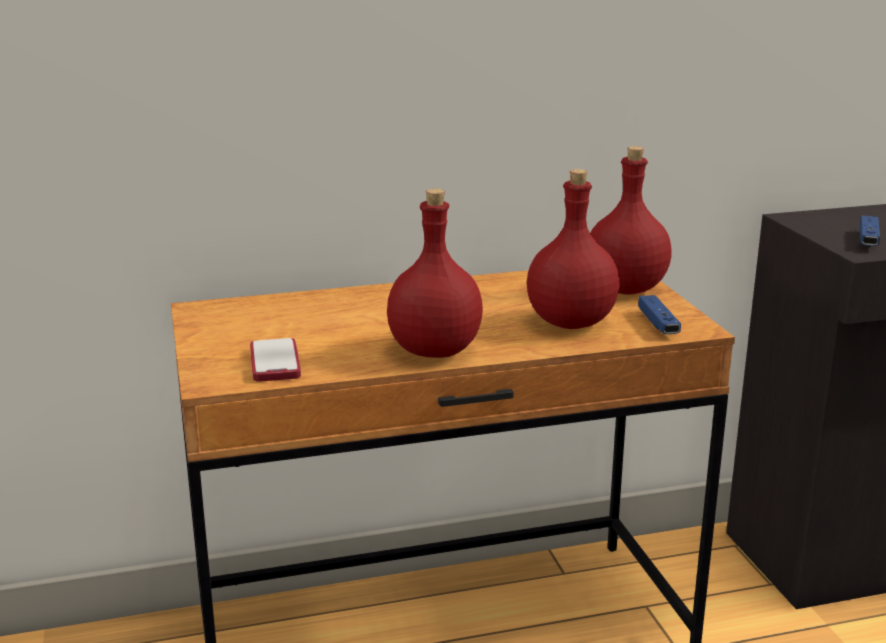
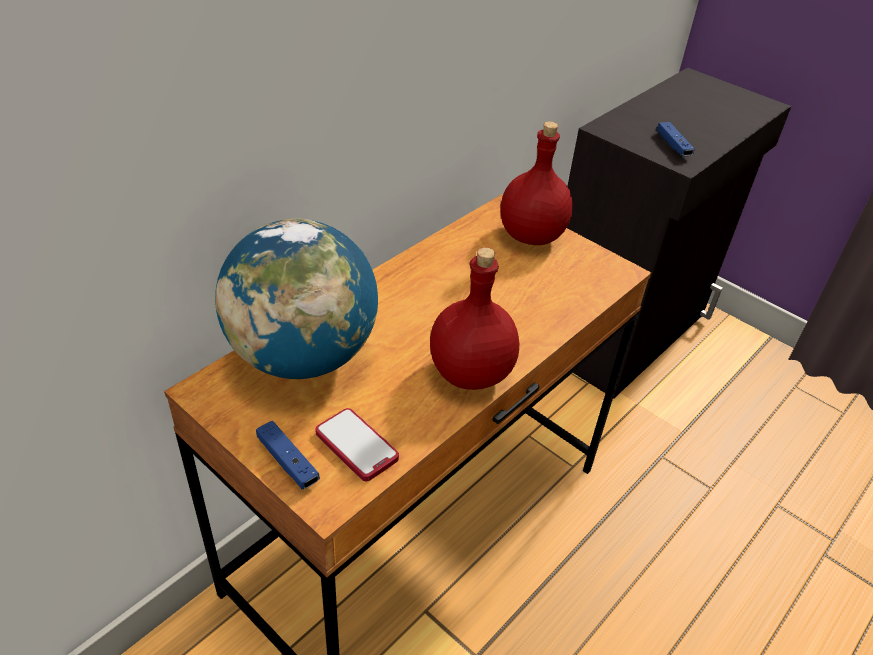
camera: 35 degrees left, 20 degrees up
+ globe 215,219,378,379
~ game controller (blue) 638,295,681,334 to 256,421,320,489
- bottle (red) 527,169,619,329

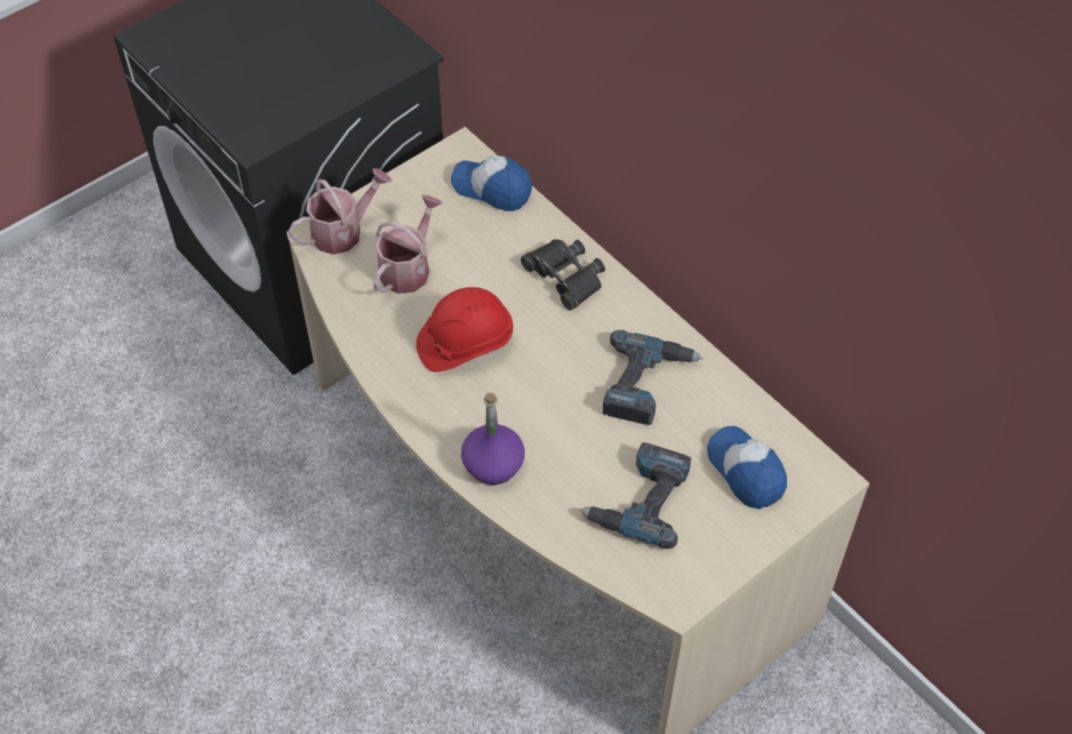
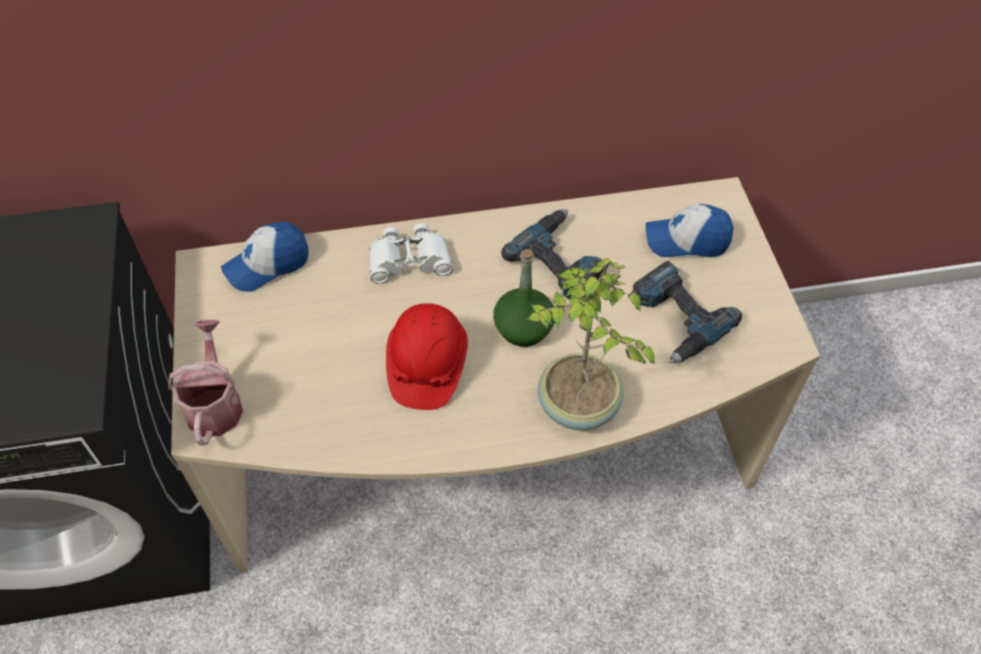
camera: 60 degrees left, 0 degrees up
~ binoculars (black) 521,239,605,311 to binoculars (white) 369,223,453,284
+ bottle (green) 493,249,554,347
~ bottle (purple) 461,393,525,485 to potted plant 526,258,655,430
- watering can 373,195,443,294

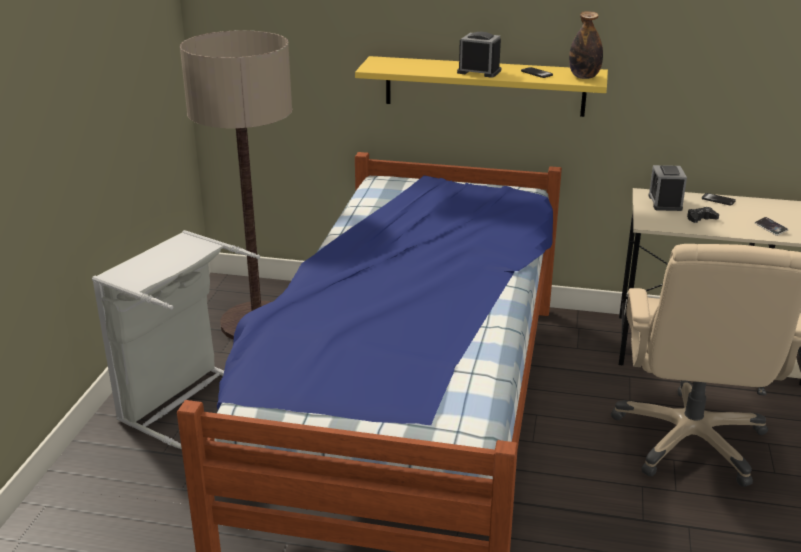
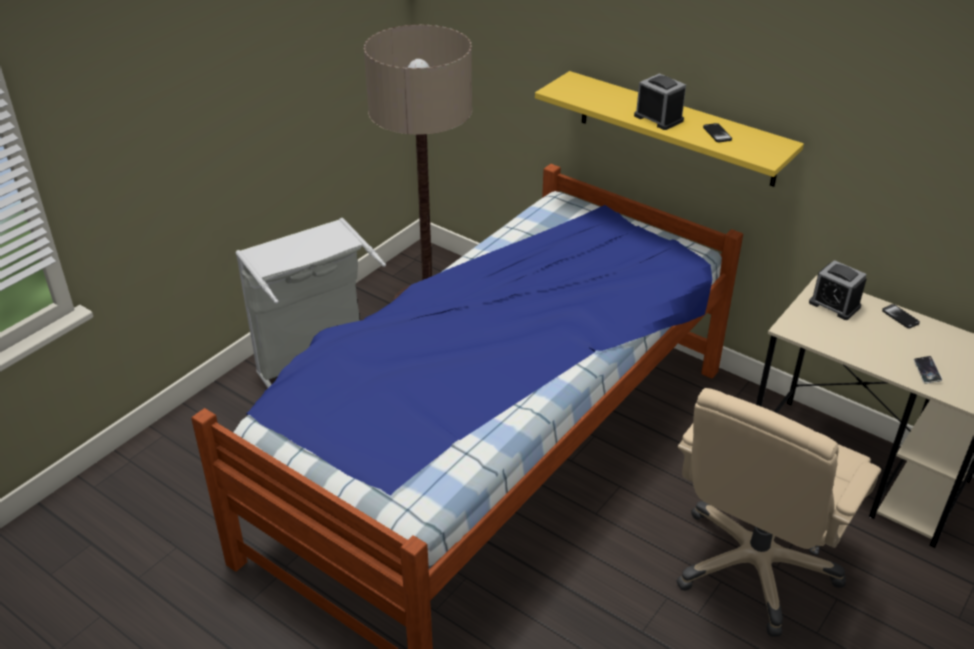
camera: 25 degrees right, 10 degrees up
~ alarm clock 648,165,687,211 = 809,260,867,320 75 degrees counterclockwise
- bottle 569,11,603,79
- game controller (black) 687,207,719,223

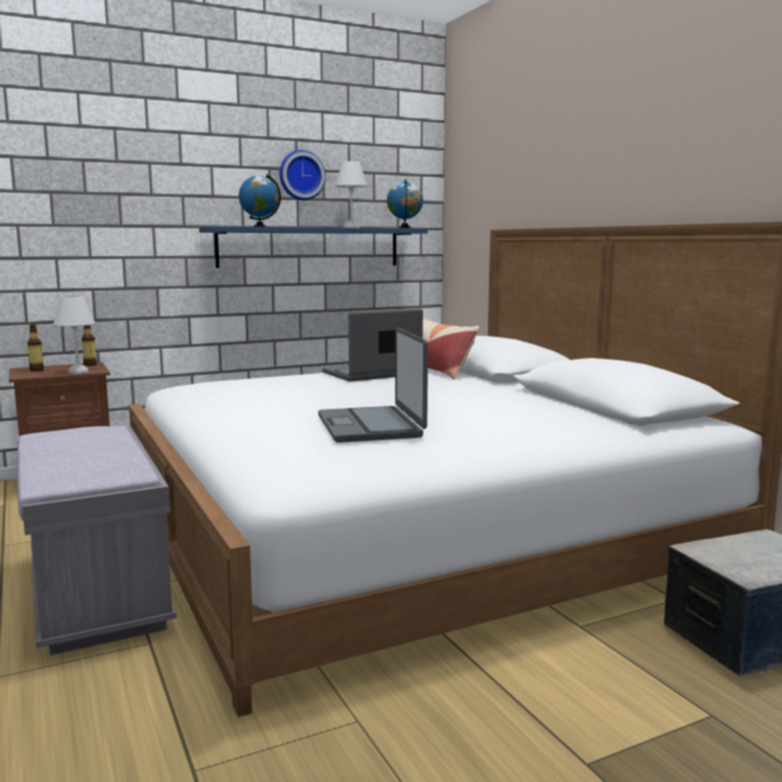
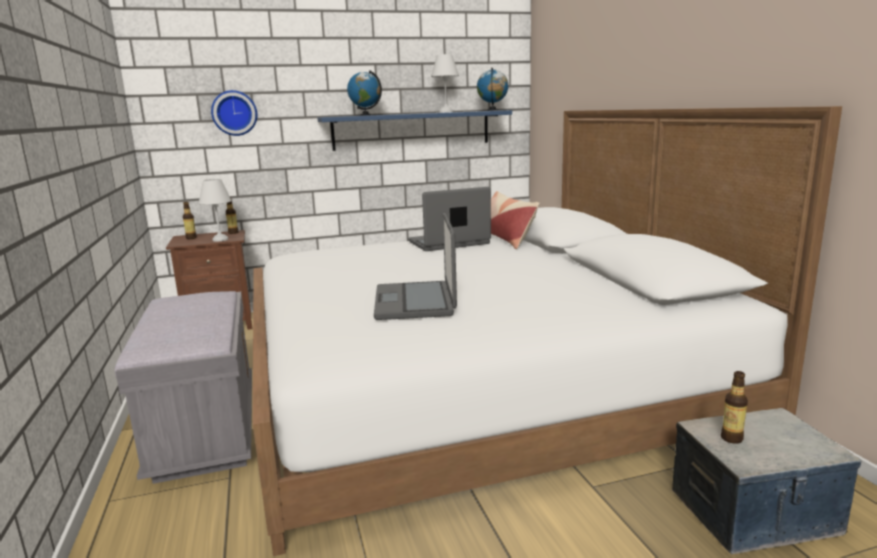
camera: 10 degrees right, 5 degrees up
~ wall clock 280,150,326,200 to 211,90,257,136
+ bottle 721,371,748,444

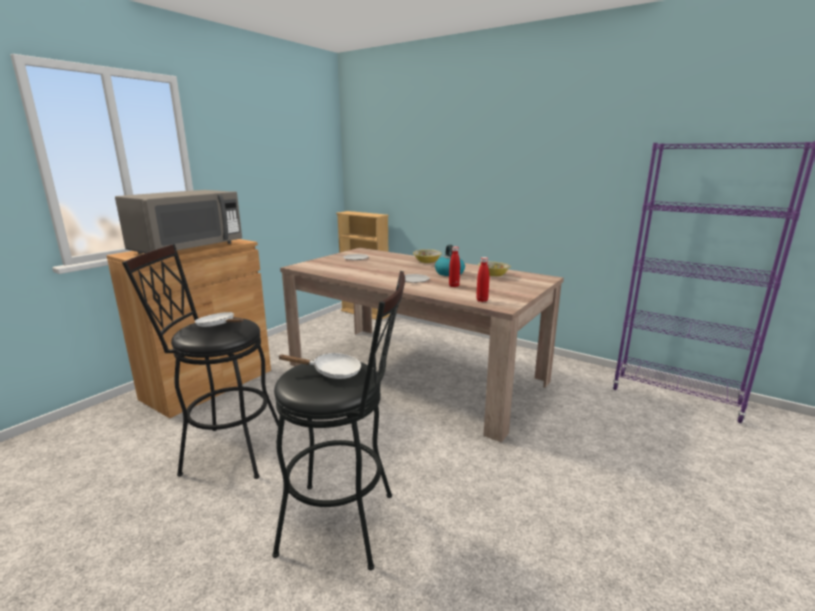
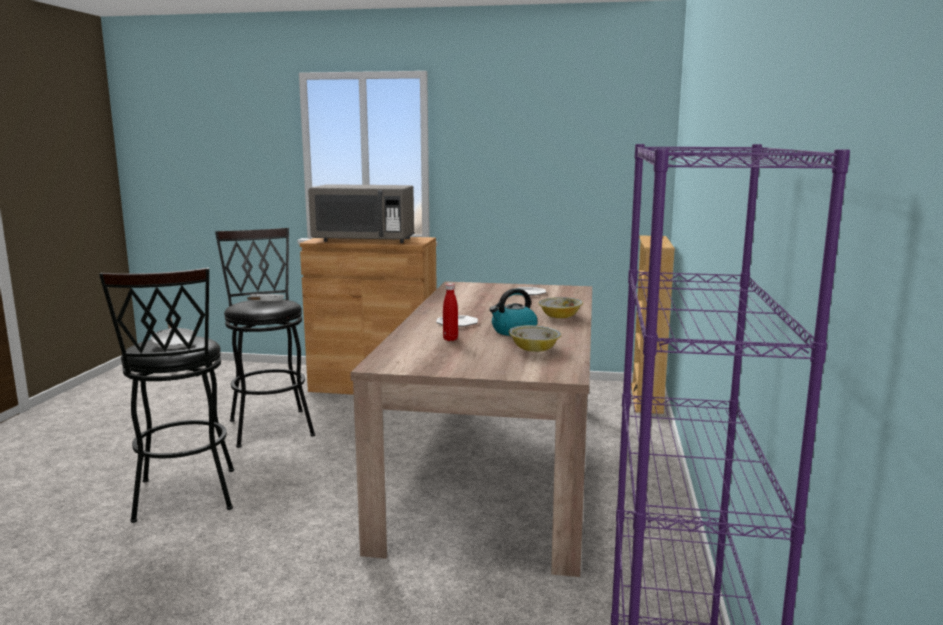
camera: 65 degrees right, 5 degrees down
- bottle (red) 476,257,489,302

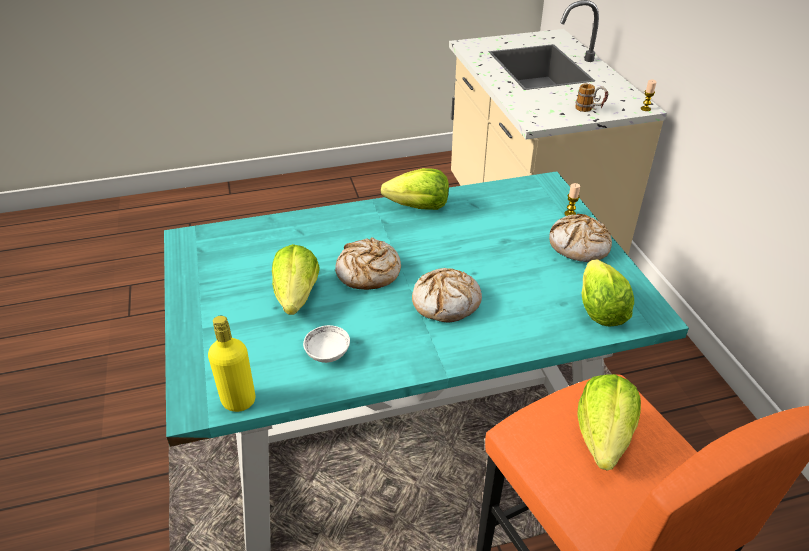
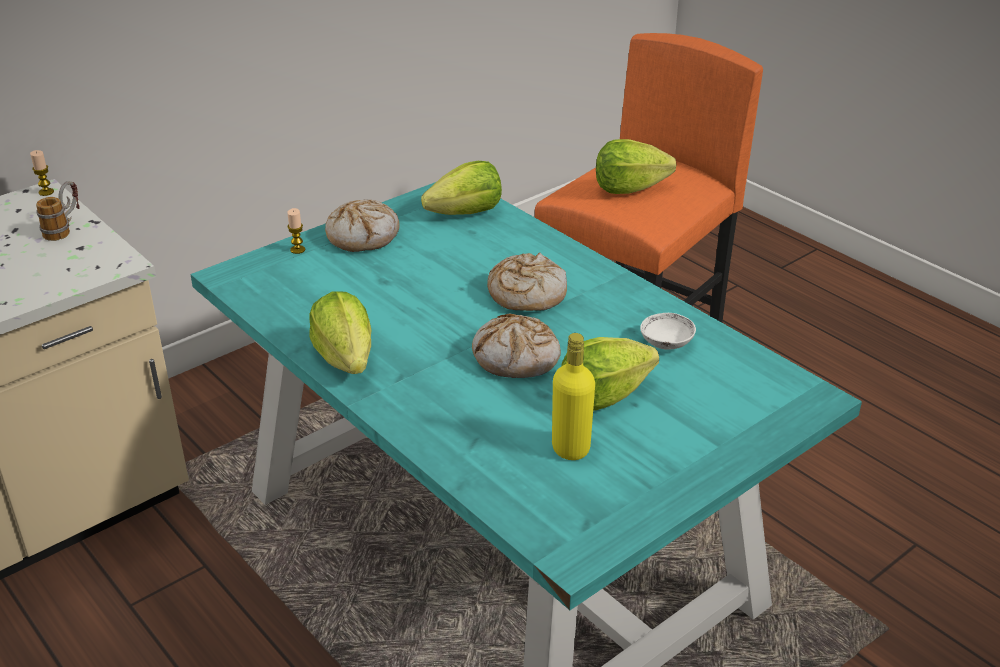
camera: 115 degrees left, 5 degrees down
~ bottle (yellow) 208,316,255,412 to 552,333,595,460

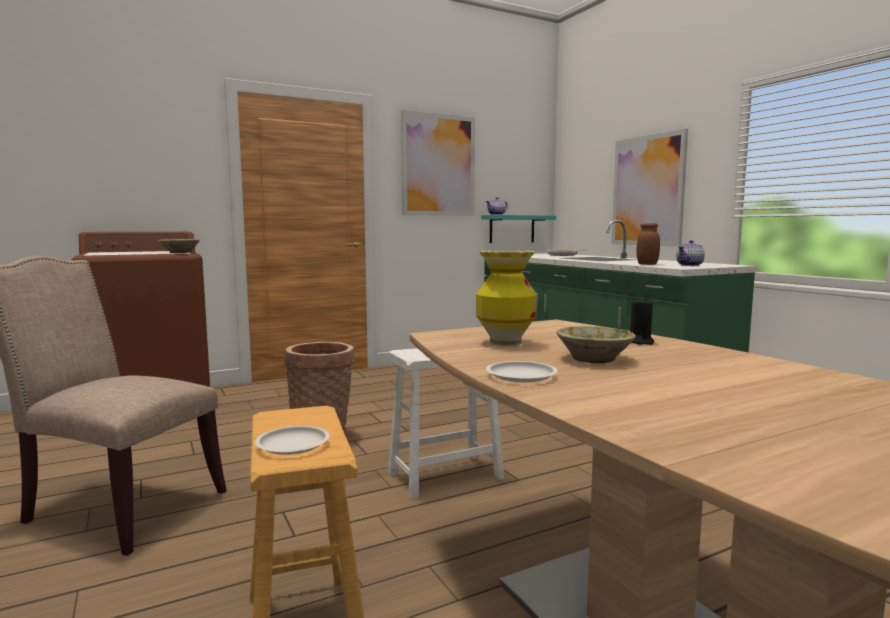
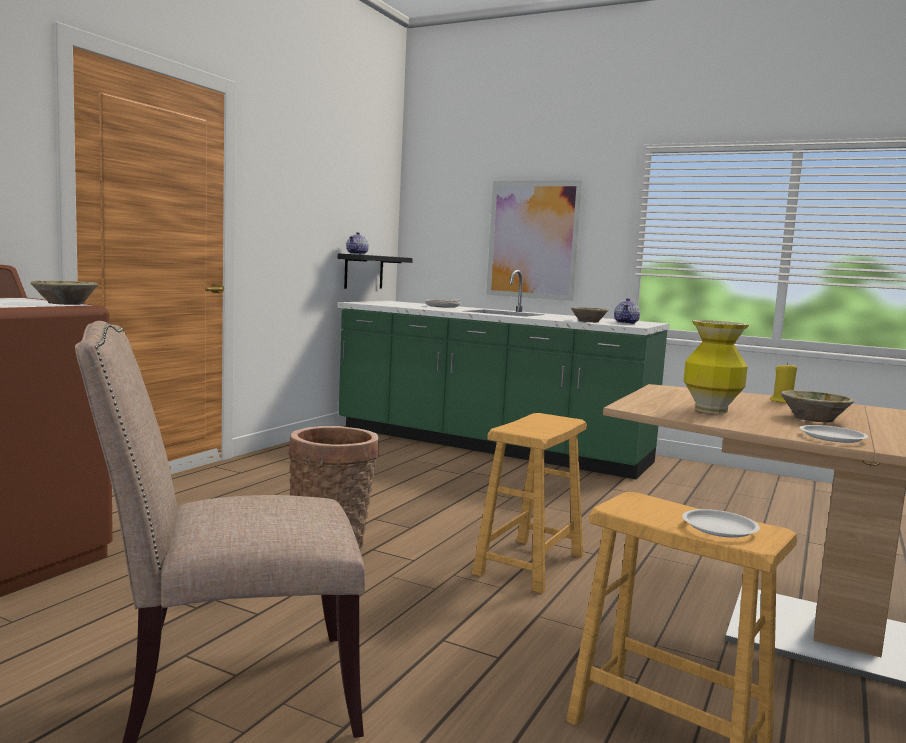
camera: 35 degrees left, 0 degrees up
~ shelf (turquoise) 481,215,556,243 to shelf (black) 338,254,413,289
~ stool (white) 388,348,505,500 to stool (brown) 472,413,587,594
~ jar (brown) 636,223,660,265 to bowl (beige) 571,307,608,322
~ candle (black) 630,297,654,345 to candle (yellow) 770,362,797,403
- picture 401,110,475,216

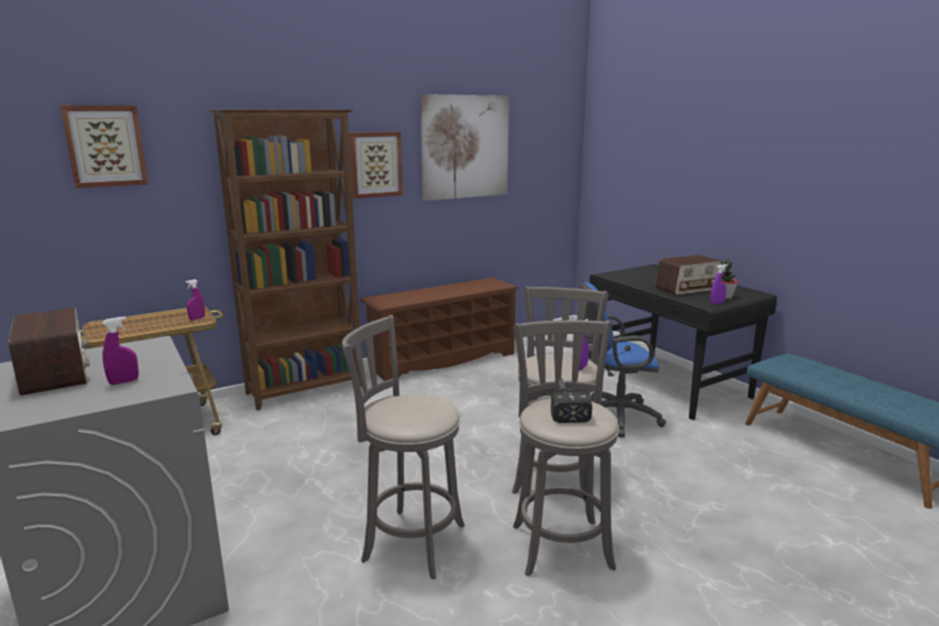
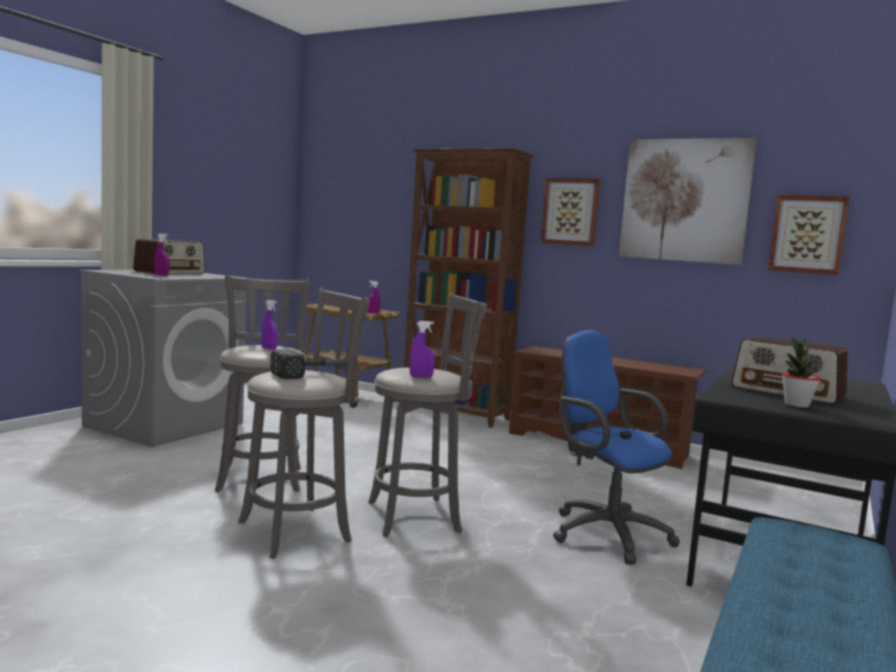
camera: 60 degrees right, 10 degrees down
~ spray bottle (purple) 711,264,728,304 to 262,300,278,350
~ picture 60,105,148,188 to 768,195,850,275

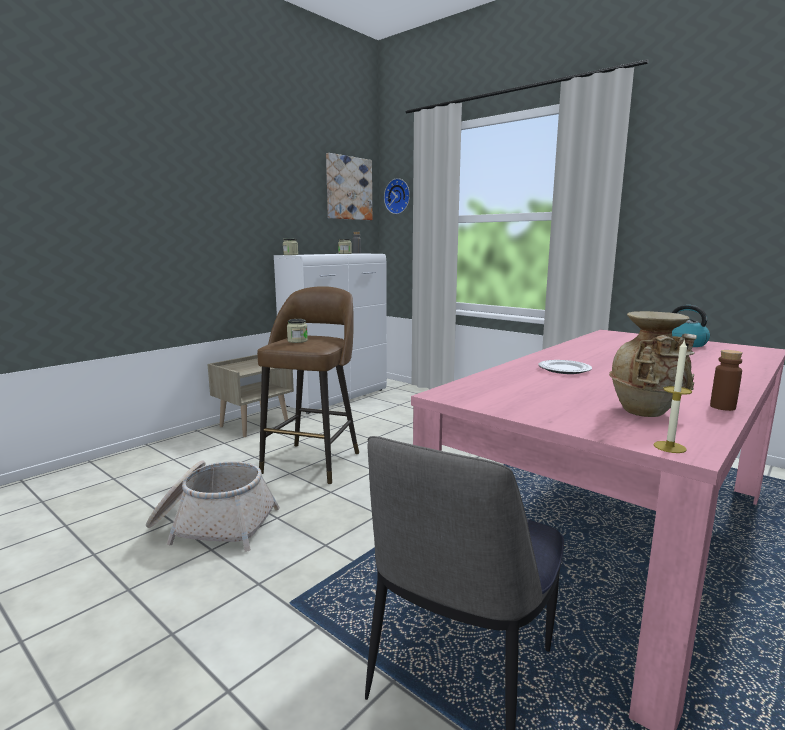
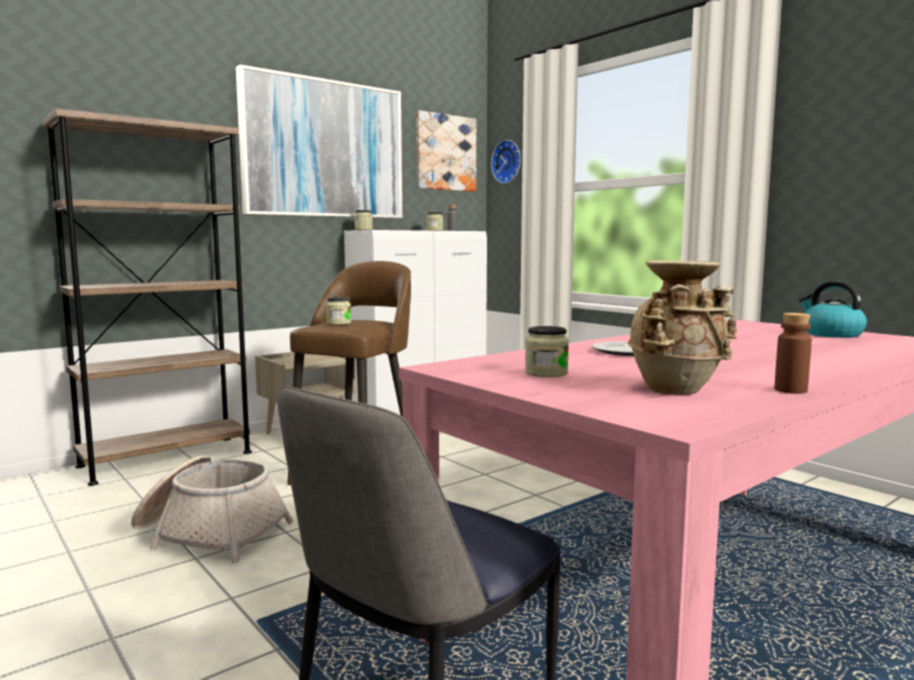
camera: 10 degrees right, 5 degrees down
+ bookcase (brown) 43,108,252,486
+ picture 236,65,402,218
+ jar 525,326,569,377
- candle 654,339,692,453

